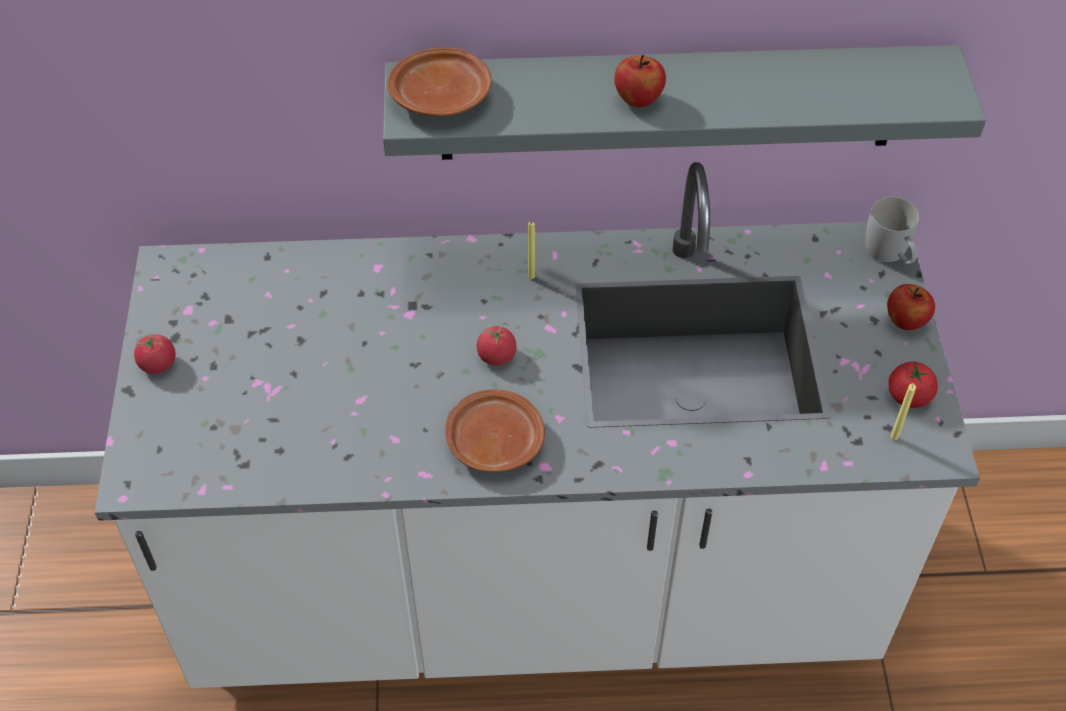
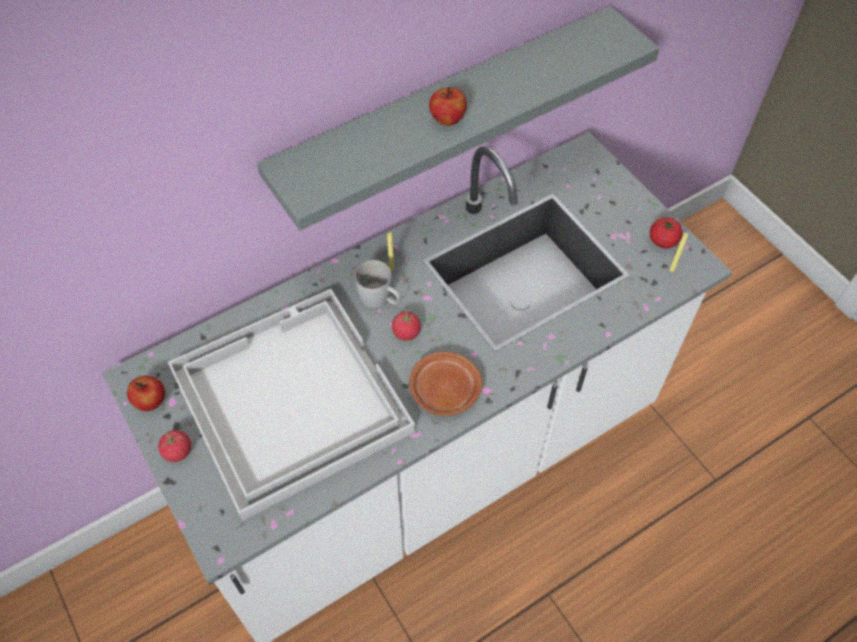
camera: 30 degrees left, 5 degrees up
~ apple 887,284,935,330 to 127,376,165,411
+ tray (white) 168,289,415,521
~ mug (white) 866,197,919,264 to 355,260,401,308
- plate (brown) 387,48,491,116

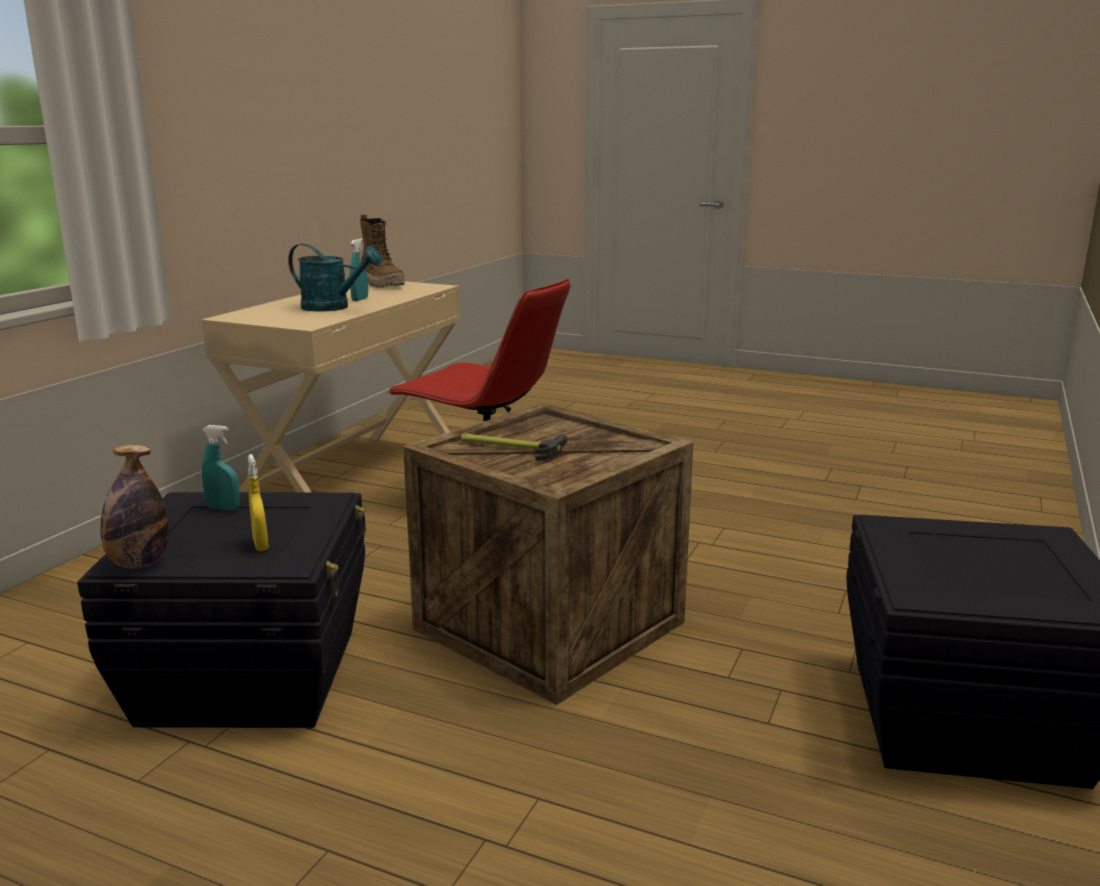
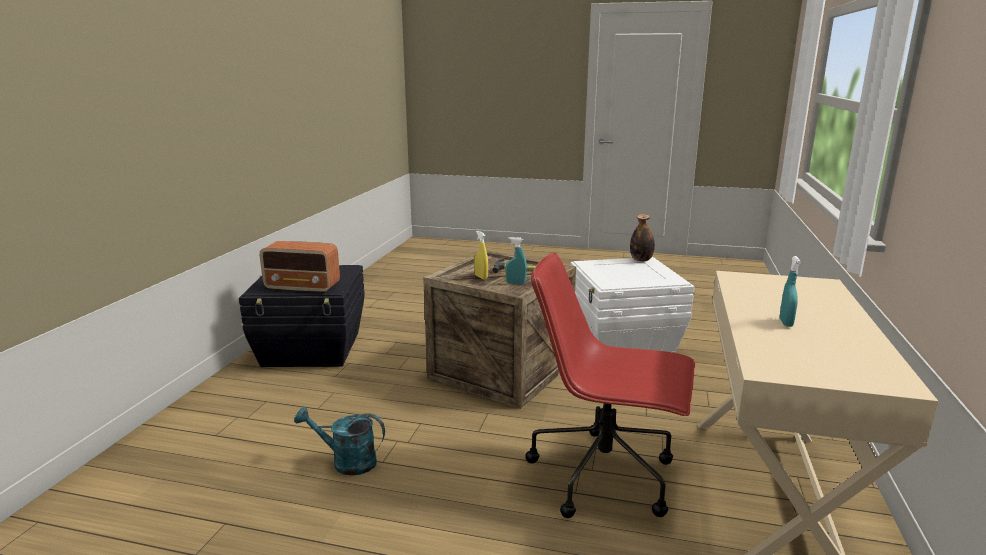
camera: 170 degrees right, 0 degrees up
+ radio 260,241,340,293
~ watering can (turquoise) 288,244,382,312 to 294,407,385,476
~ spray bottle (yellow) 248,454,269,551 to 474,231,488,279
~ spray bottle (turquoise) 202,425,240,510 to 505,237,527,284
~ storage box (black) 77,492,366,728 to storage box (white) 570,257,694,353
- boot 360,214,405,288

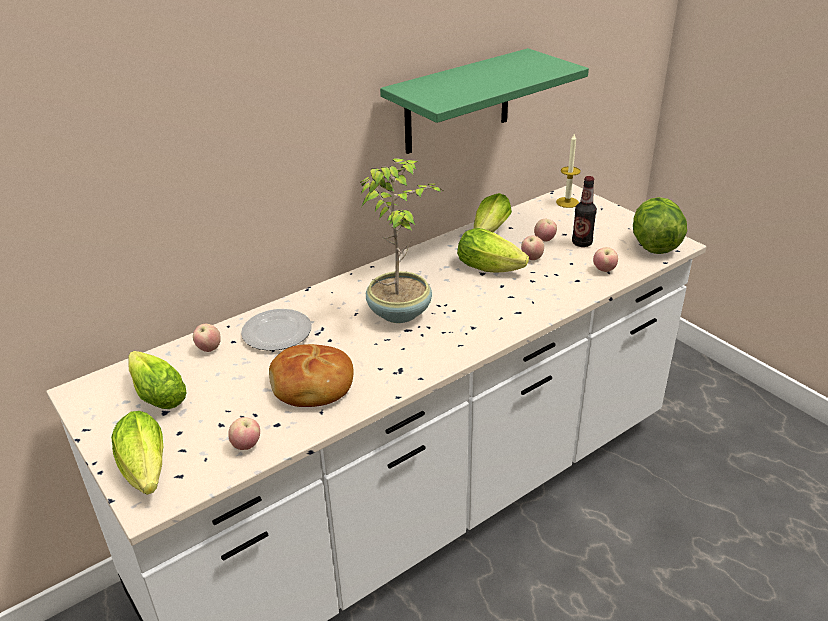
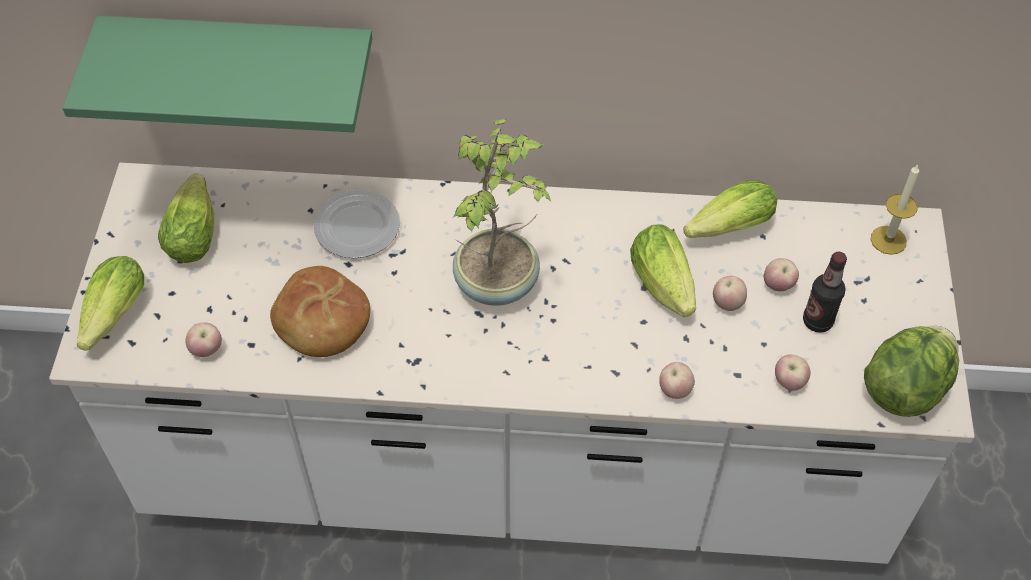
camera: 40 degrees right, 20 degrees up
~ shelf (green) 380,48,589,154 to 62,15,372,132
~ apple 193,324,221,352 to 659,362,695,399

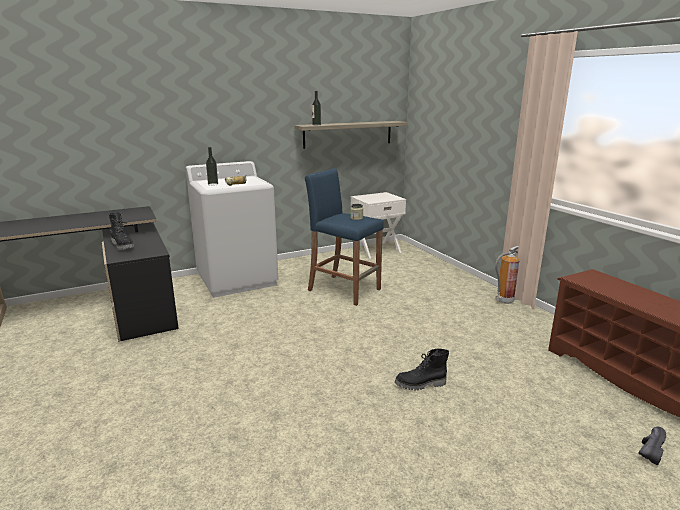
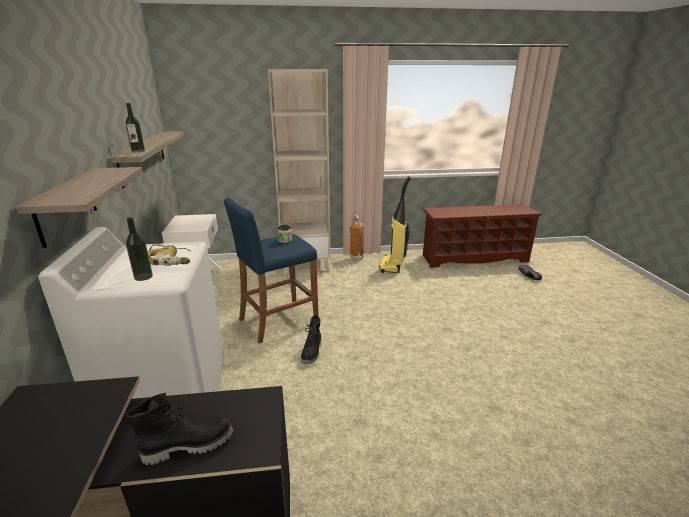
camera: 70 degrees left, 5 degrees up
+ shelf 16,167,143,248
+ bookcase (beige) 268,69,331,274
~ boot (black) 395,349,449,391 to 301,315,321,364
+ vacuum cleaner 379,176,411,273

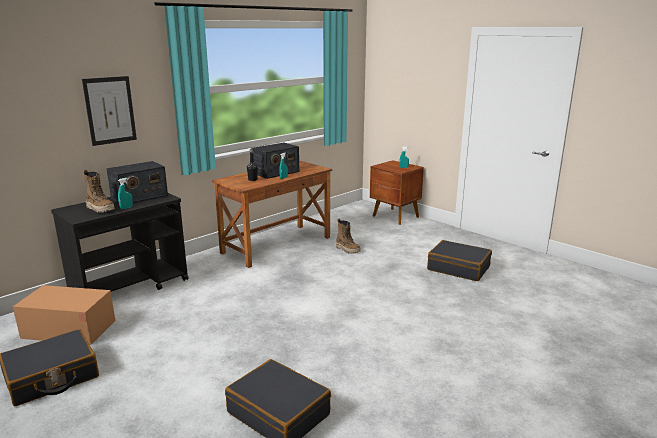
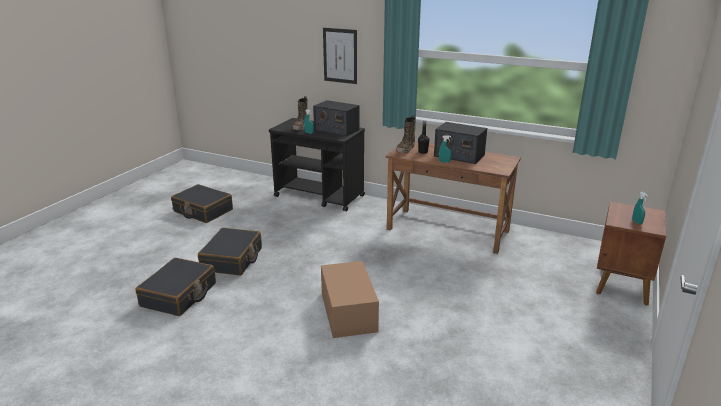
camera: 70 degrees right, 5 degrees up
~ suitcase (black) 427,240,492,281 to 198,228,262,276
~ cardboard box 13,285,115,345 to 321,261,379,338
~ boot 336,219,361,254 to 396,115,416,153

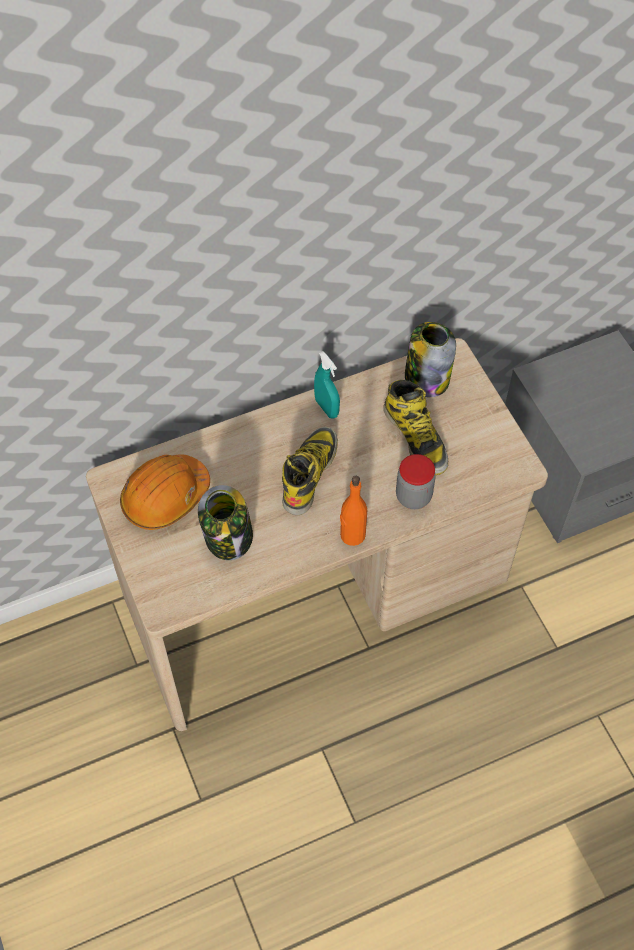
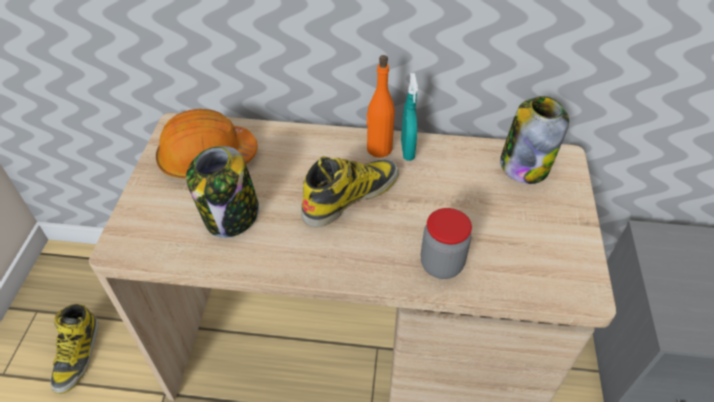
camera: 30 degrees right, 10 degrees down
~ boot 383,380,448,475 to 50,304,99,394
~ bottle (orange) 340,476,367,546 to 366,55,395,157

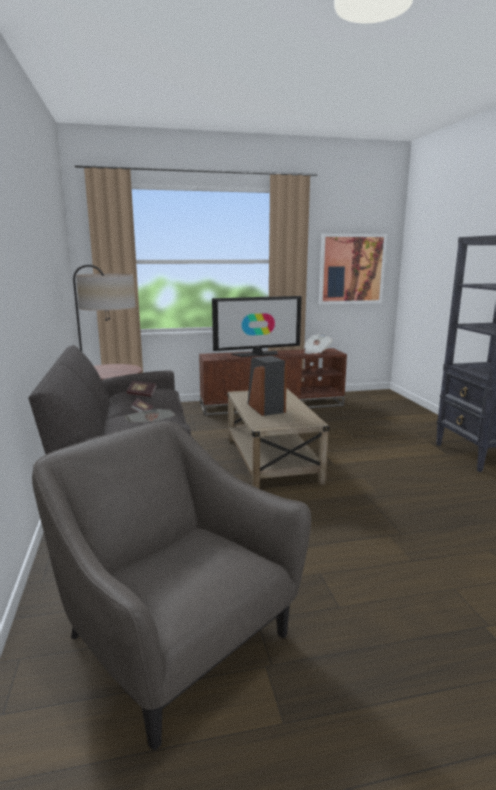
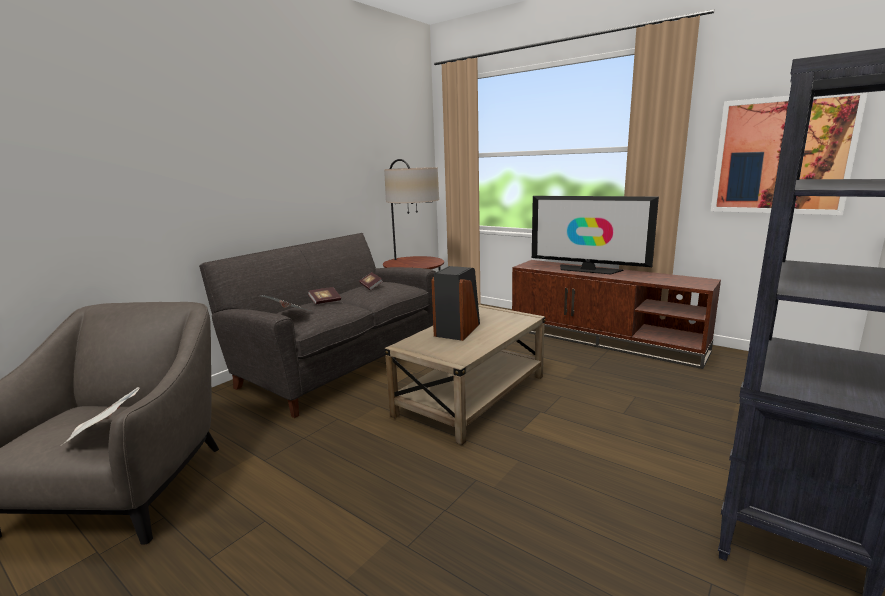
camera: 50 degrees right, 0 degrees up
~ newspaper 304,333,332,354 to 63,387,140,444

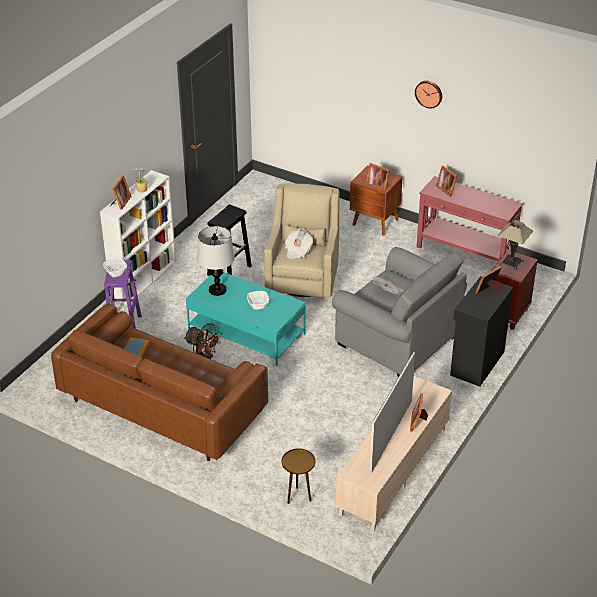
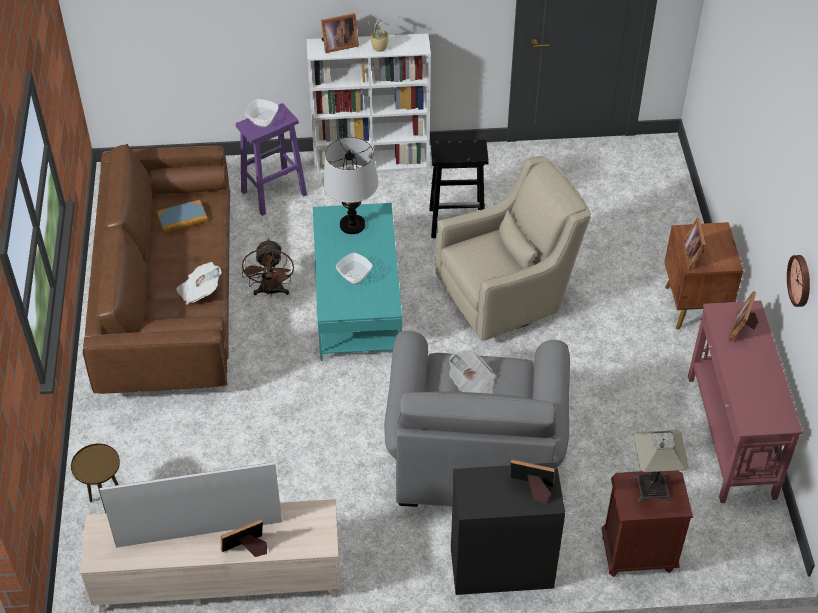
camera: 55 degrees right, 10 degrees up
~ newspaper 285,229,313,259 to 176,262,222,305
~ wall clock 415,81,442,109 to 787,255,810,307

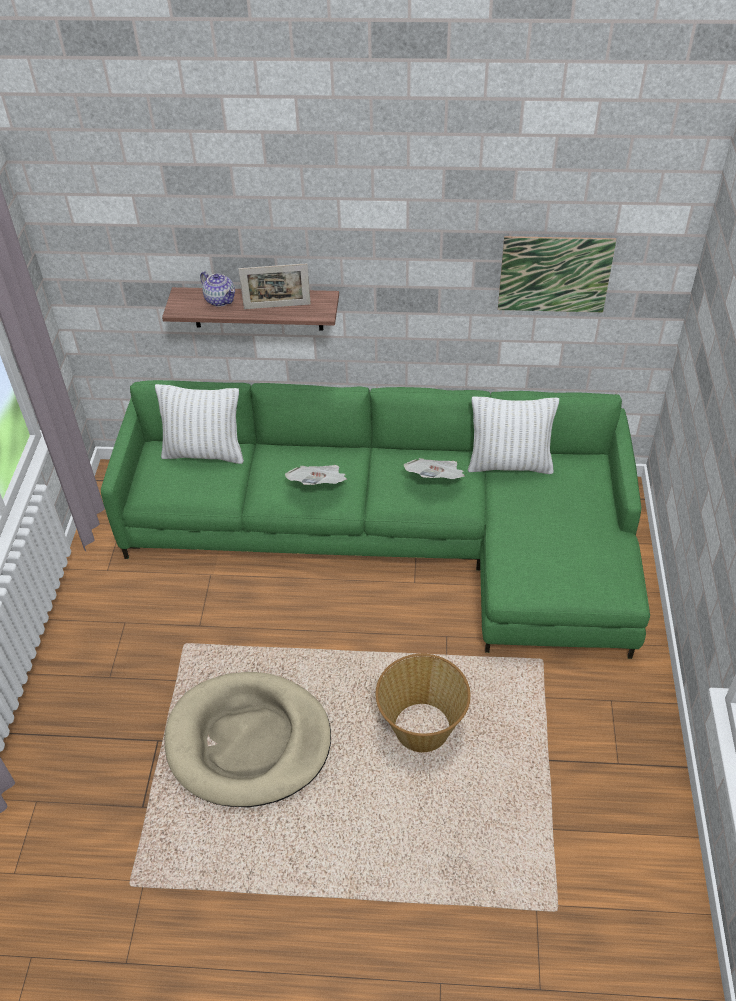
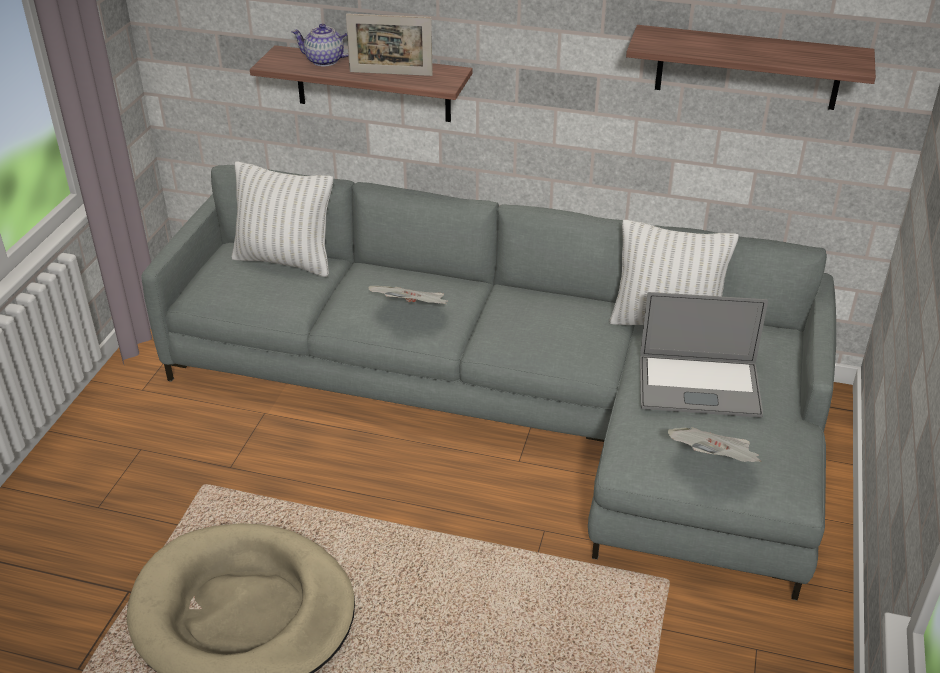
camera: 10 degrees right, 10 degrees down
~ sofa (green) 101,380,650,659 to sofa (grey) 141,165,836,601
~ teapot 200,271,235,307 = 291,24,349,66 135 degrees clockwise
~ picture 498,236,616,312 to shelf 626,25,876,110
+ laptop 640,292,768,418
~ newspaper 404,458,465,479 to 668,427,761,462
- basket 376,654,471,752

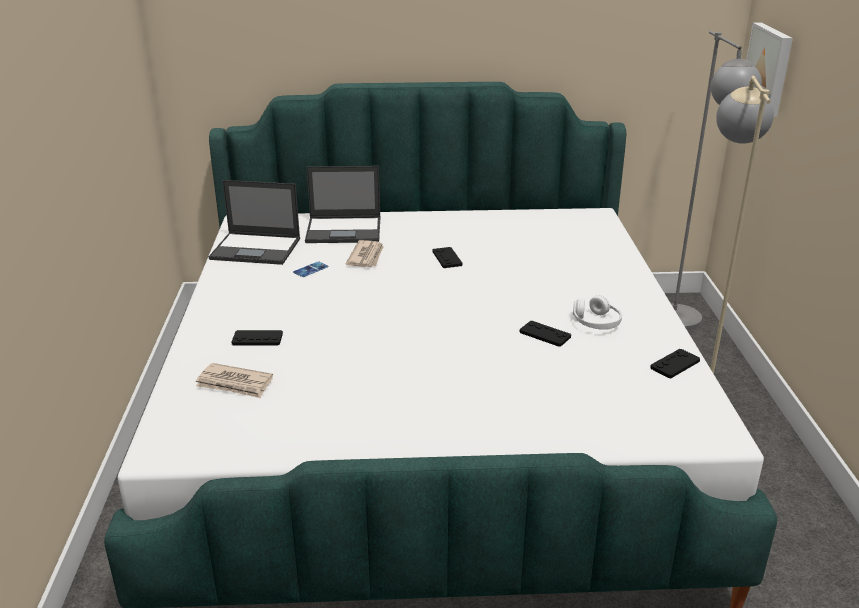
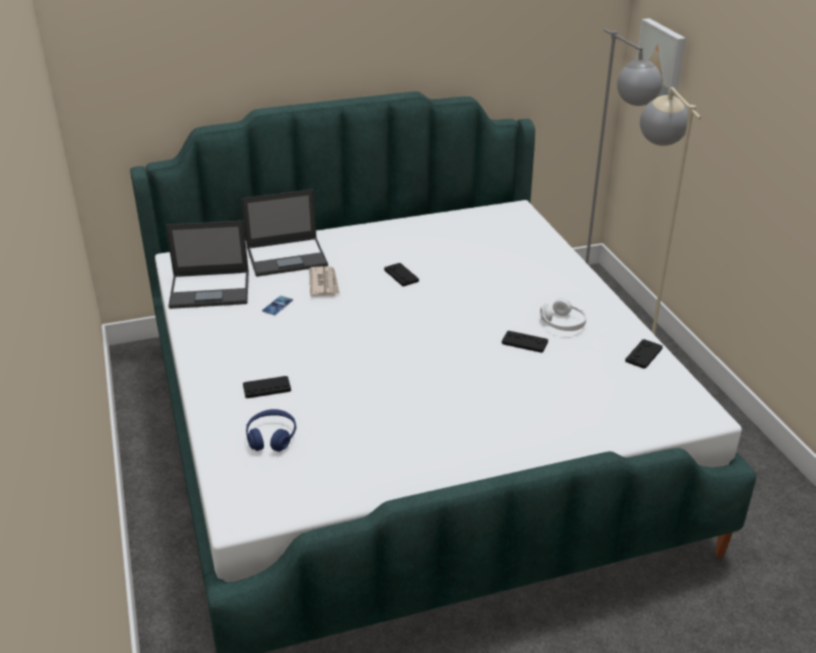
camera: 15 degrees left, 5 degrees up
~ newspaper 196,363,273,398 to headphones (blue) 246,409,296,452

